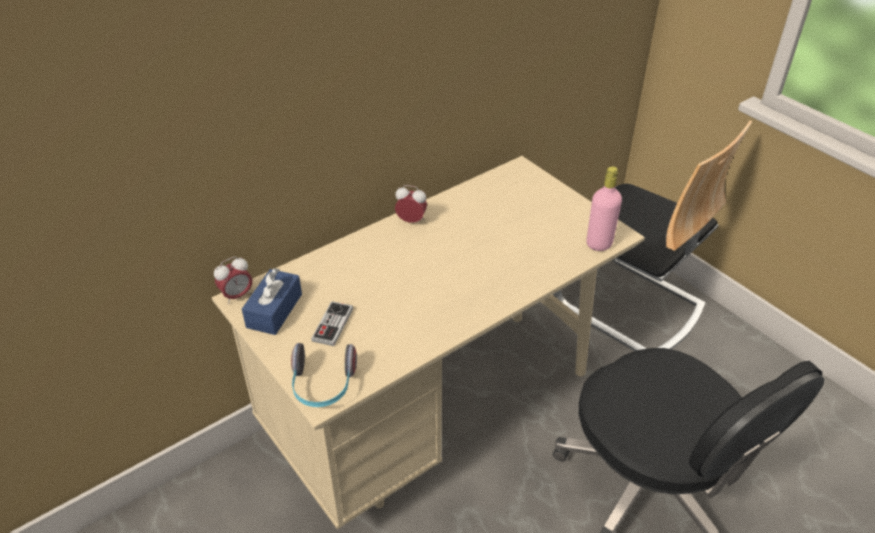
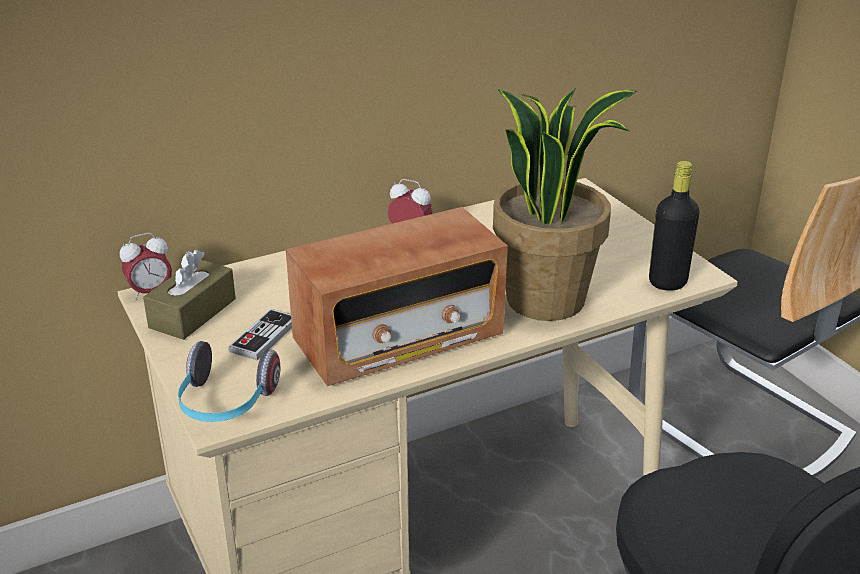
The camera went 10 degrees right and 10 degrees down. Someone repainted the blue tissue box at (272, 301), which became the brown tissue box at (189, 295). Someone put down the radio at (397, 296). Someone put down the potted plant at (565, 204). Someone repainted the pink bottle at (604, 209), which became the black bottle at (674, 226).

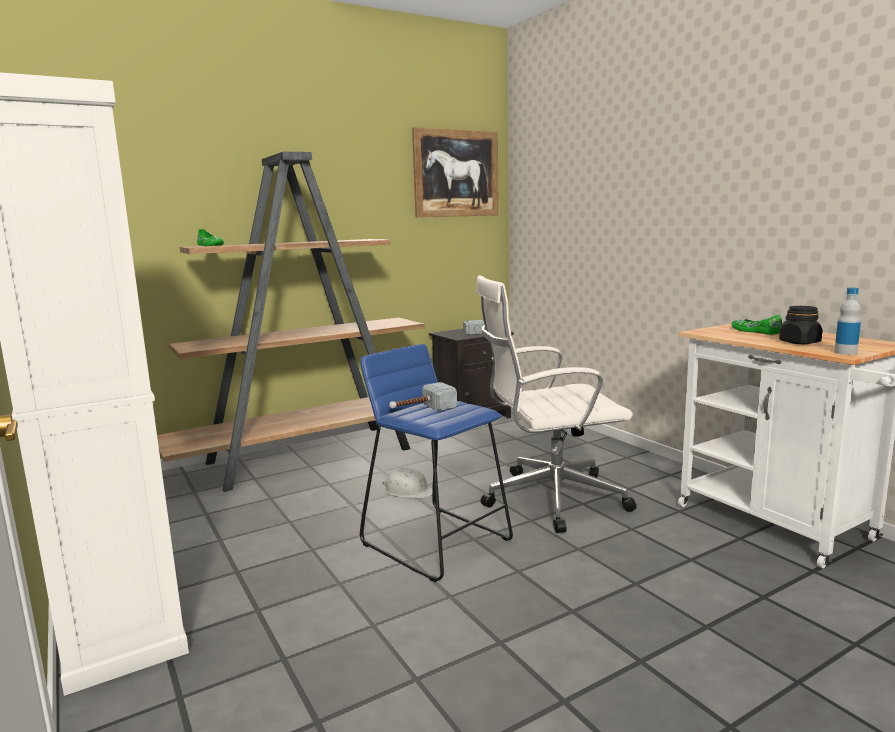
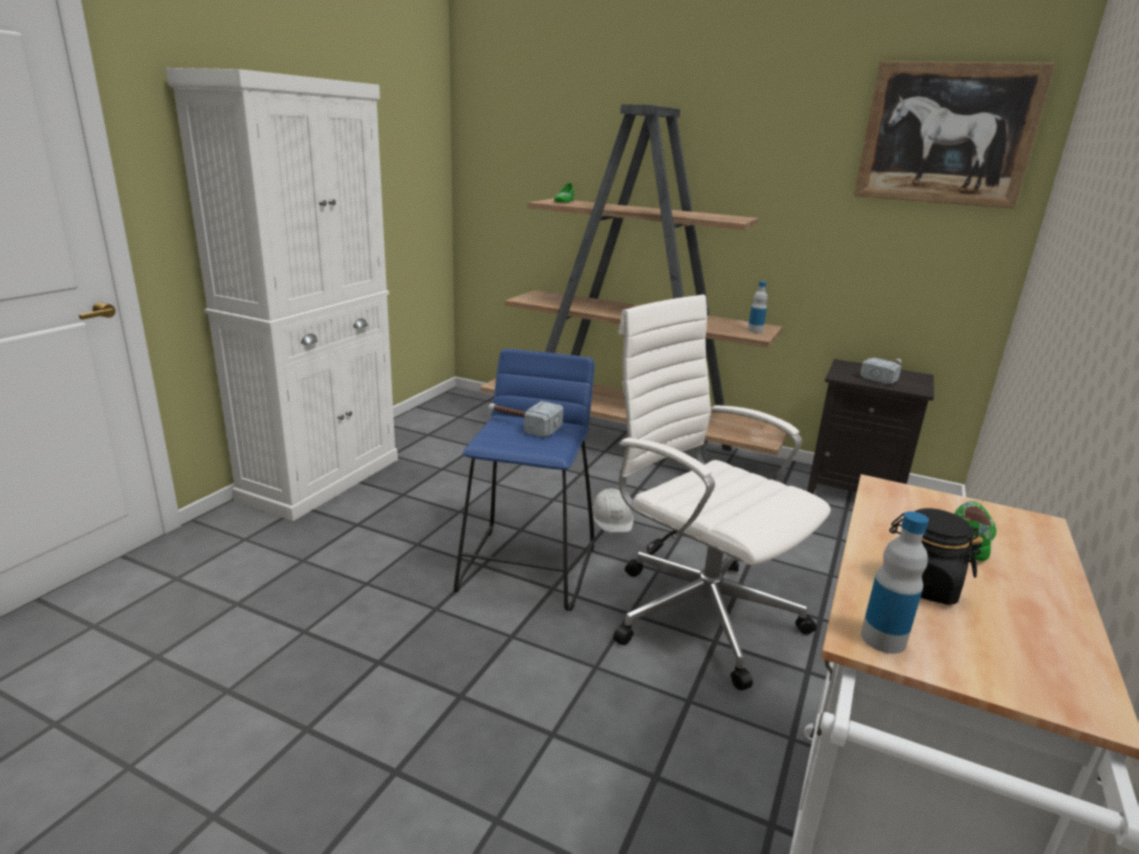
The camera went 55 degrees right and 10 degrees up. Someone put down the bottle at (757, 307).

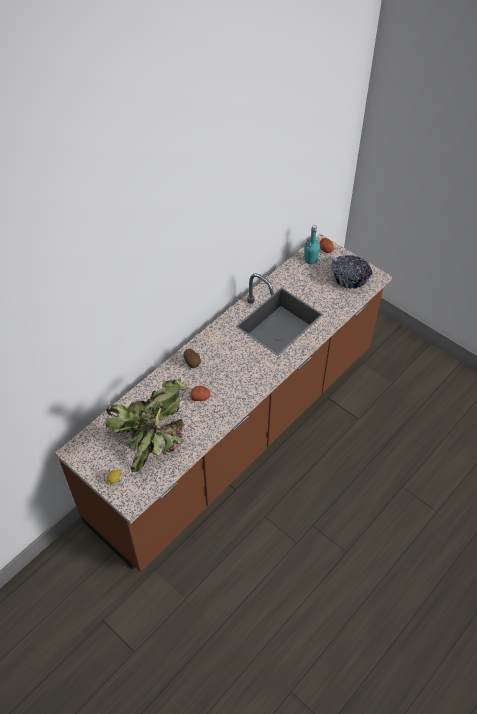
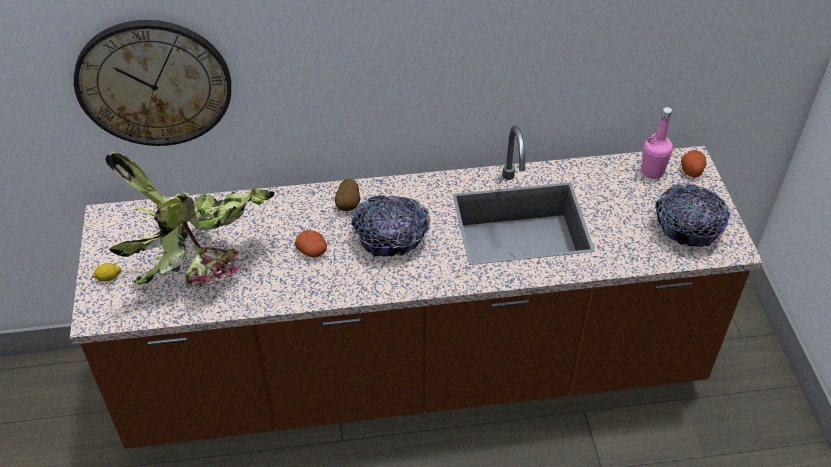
The camera went 40 degrees right and 5 degrees down. Someone put up the wall clock at (152, 83). Someone put down the bowl at (390, 226). Someone repainted the turquoise bottle at (312, 244), which became the pink bottle at (657, 143).

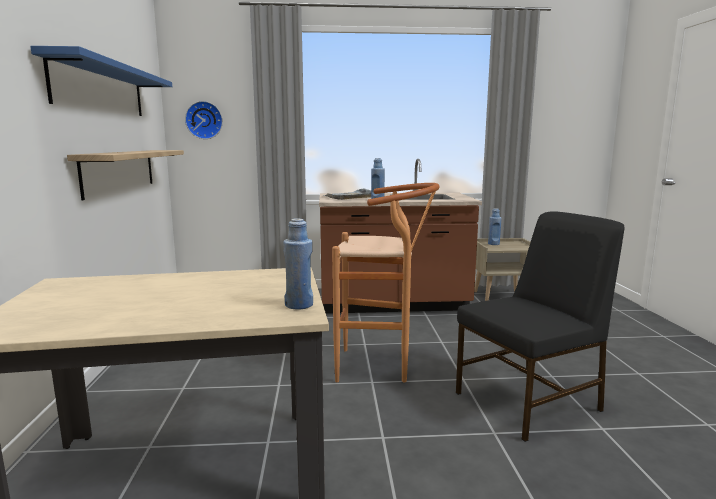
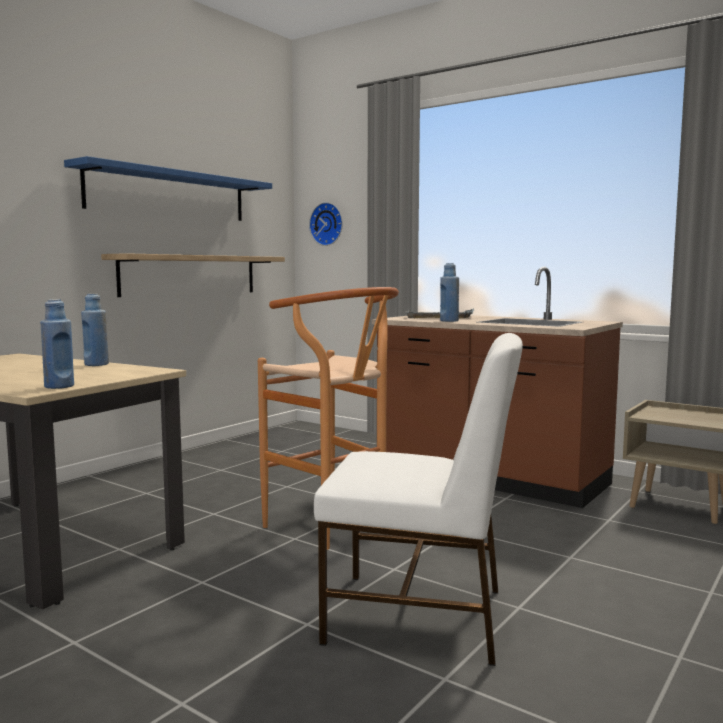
The camera went 40 degrees right and 5 degrees down. Someone carried the blue bottle from (495, 226) to (95, 330). Someone repainted the black chair at (540, 327), which became the white chair at (418, 499).

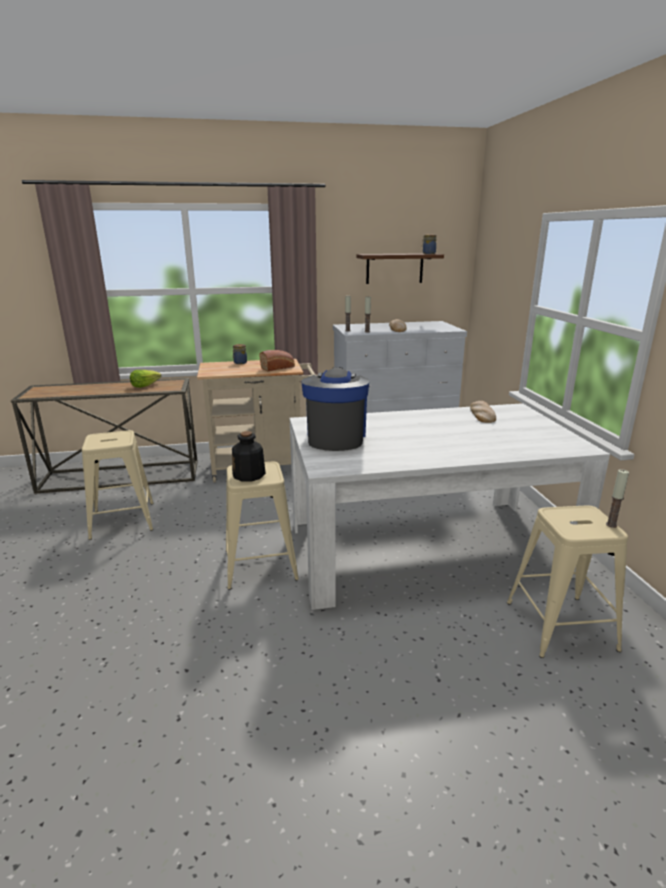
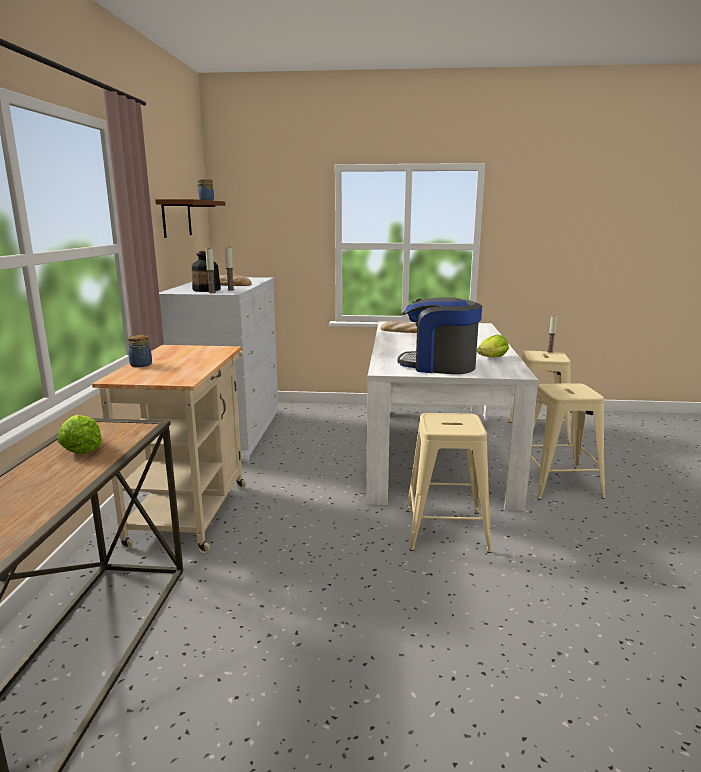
The camera went 75 degrees left and 5 degrees down. Someone carried the bottle from (249, 456) to (206, 271). Someone put down the lettuce at (493, 346). Someone carried the beige stool from (118, 485) to (568, 441). Someone took away the bread at (277, 360).

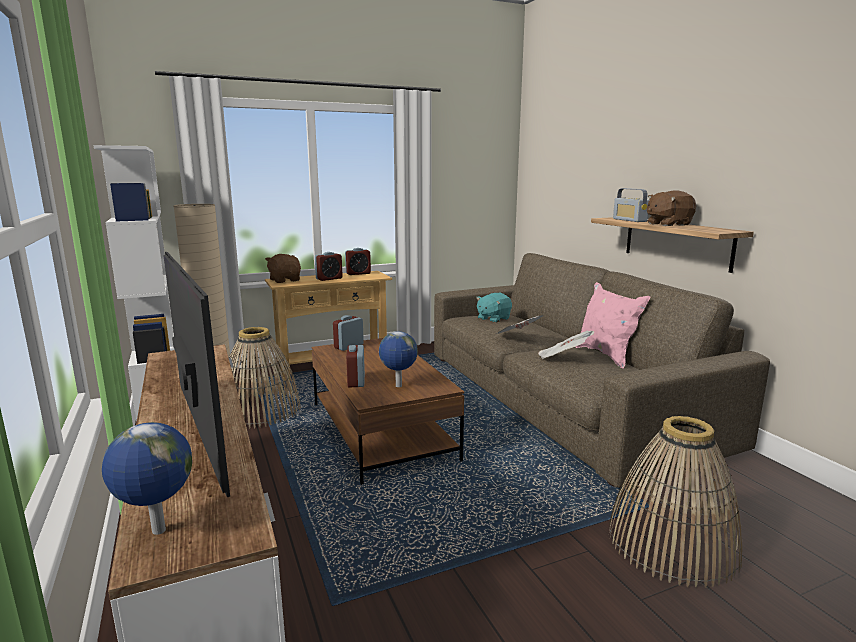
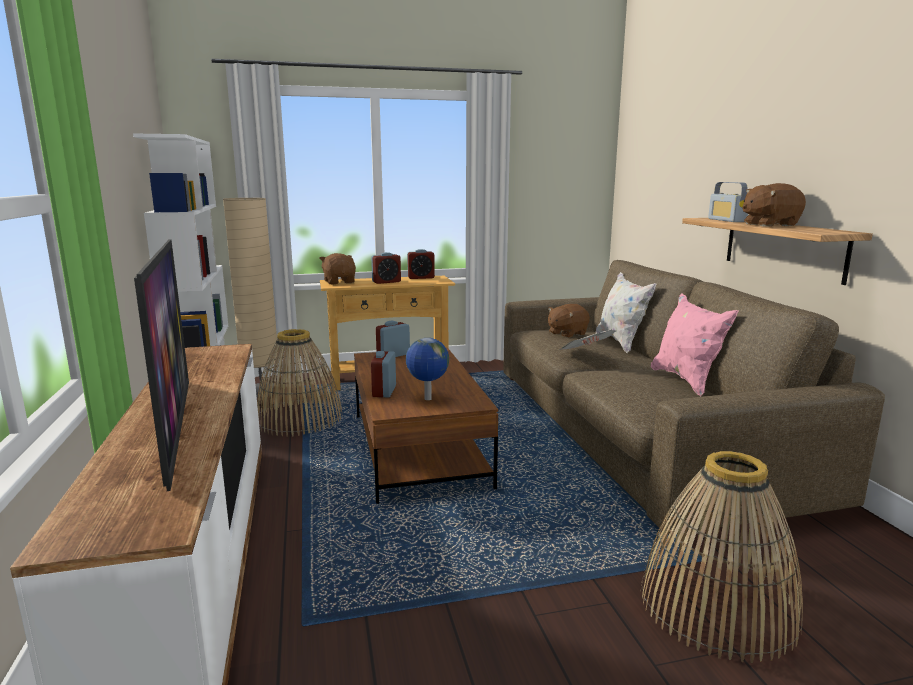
The camera went 10 degrees right and 0 degrees up. Someone repainted the turquoise plush toy at (494, 308), which became the brown plush toy at (569, 321). Someone put down the white pillow at (626, 312). Someone took away the globe at (147, 478). Someone took away the newspaper at (566, 344).

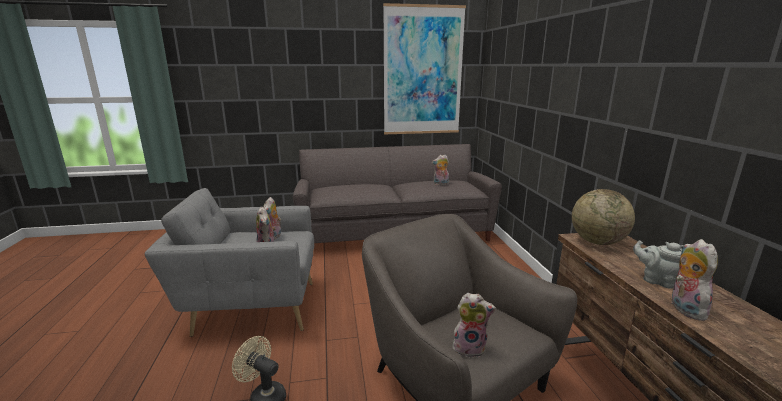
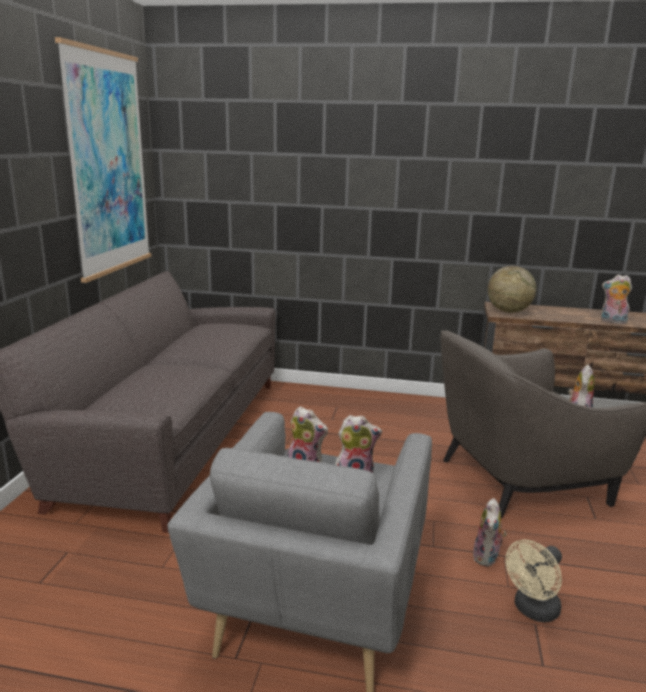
The camera went 70 degrees left and 0 degrees up. Someone carried the plush toy from (440, 170) to (490, 532). Someone took away the grey teapot at (658, 264).

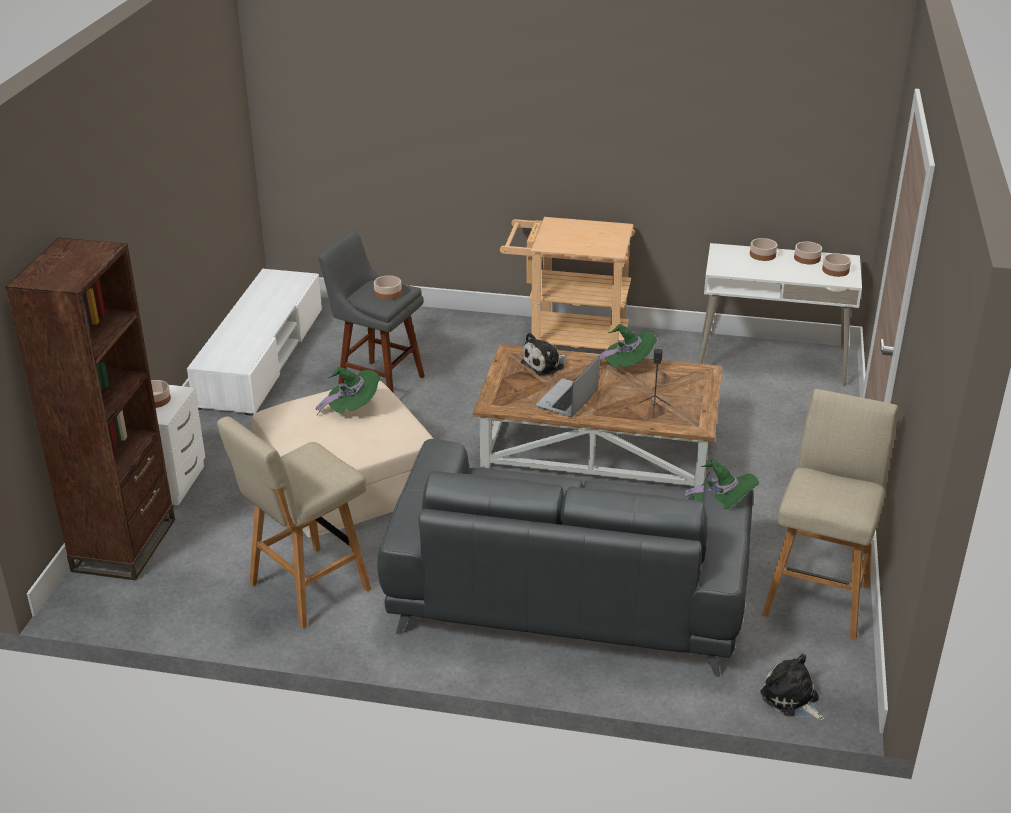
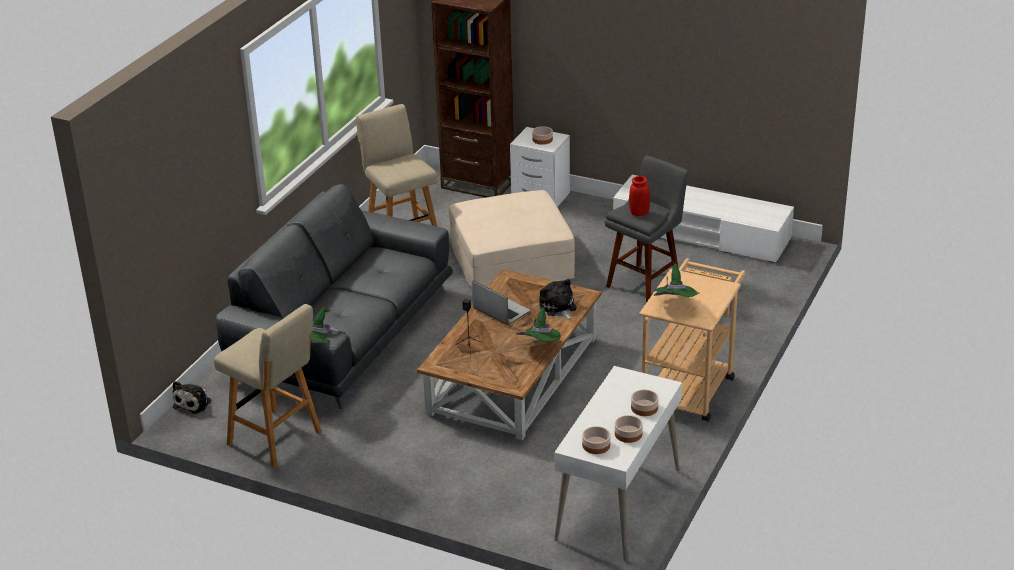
The camera went 105 degrees right and 0 degrees up. Someone rotated the plush toy at (792, 687) by 135 degrees clockwise. Someone swapped the bowl at (388, 288) for the red vase at (639, 196). Someone carried the green hat from (348, 391) to (676, 280).

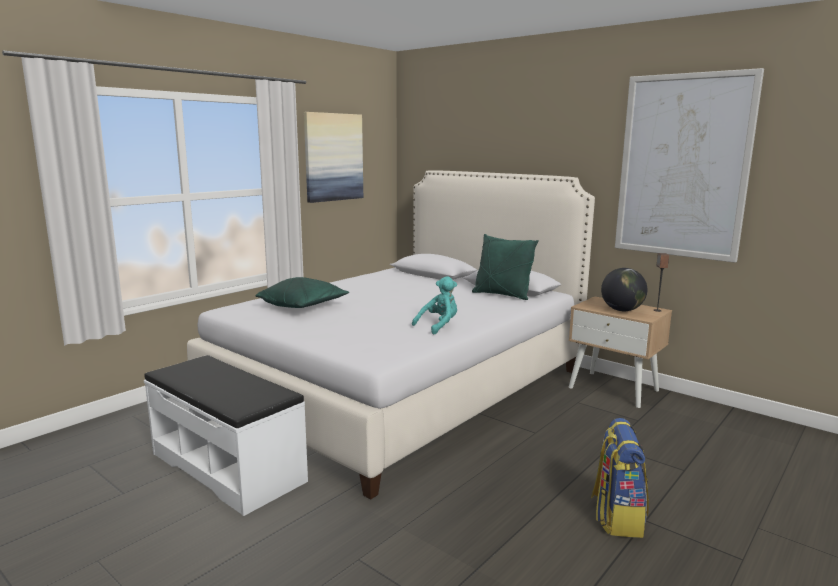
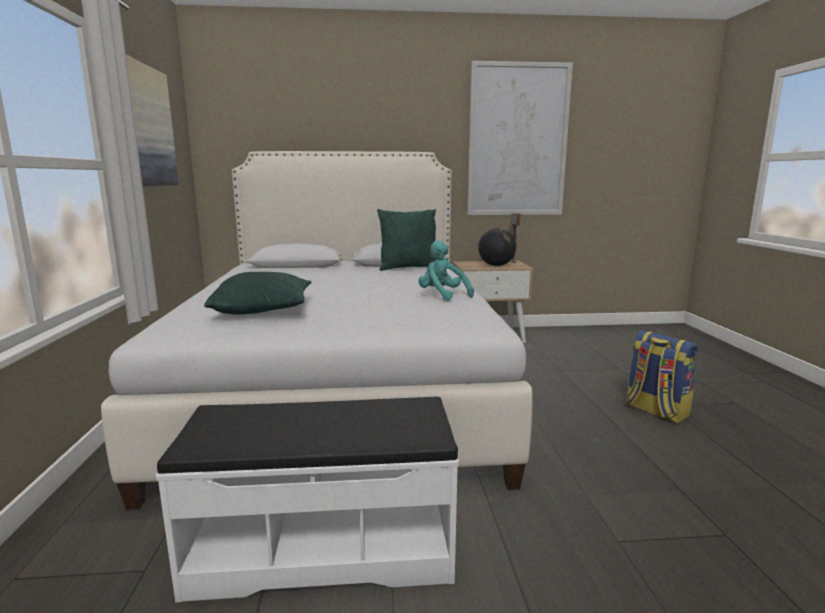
The camera went 45 degrees left and 0 degrees up. Someone rotated the turquoise plush toy at (434, 305) by 45 degrees counterclockwise.

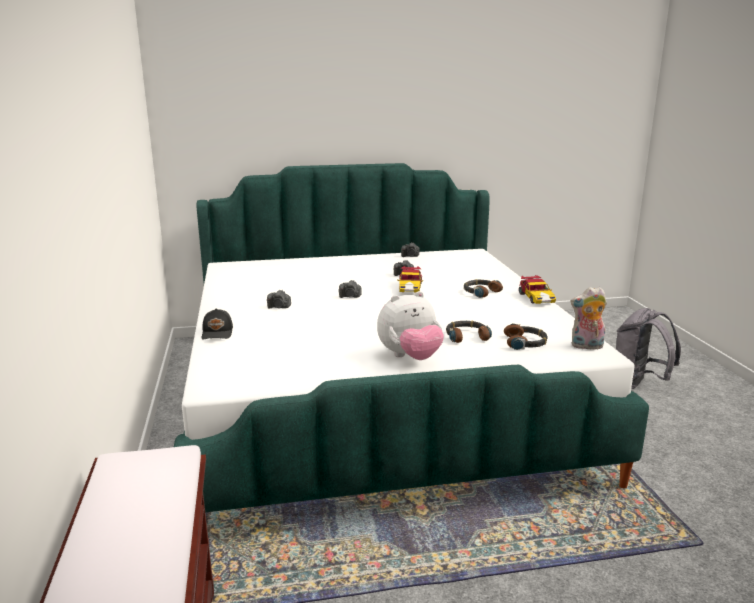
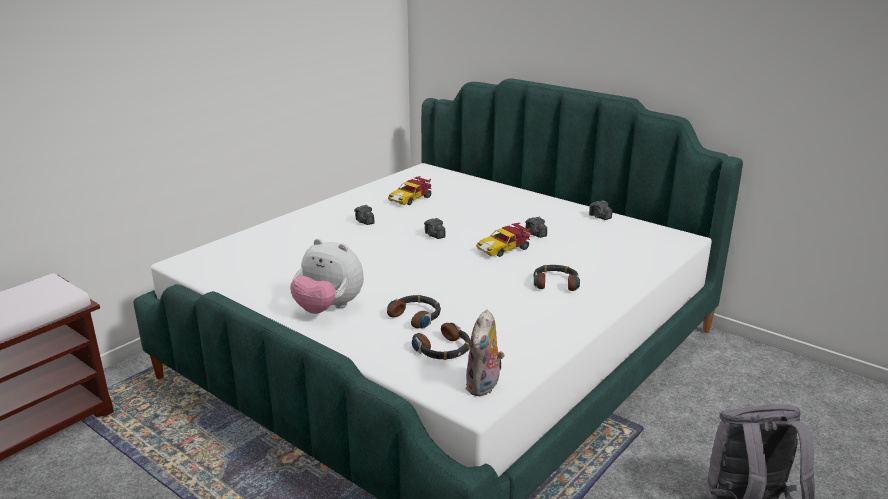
The camera went 50 degrees right and 5 degrees up. Someone carried the toy car from (537, 289) to (409, 190). Someone rotated the plush toy at (588, 318) by 120 degrees counterclockwise. Someone took away the black cap at (217, 324).

